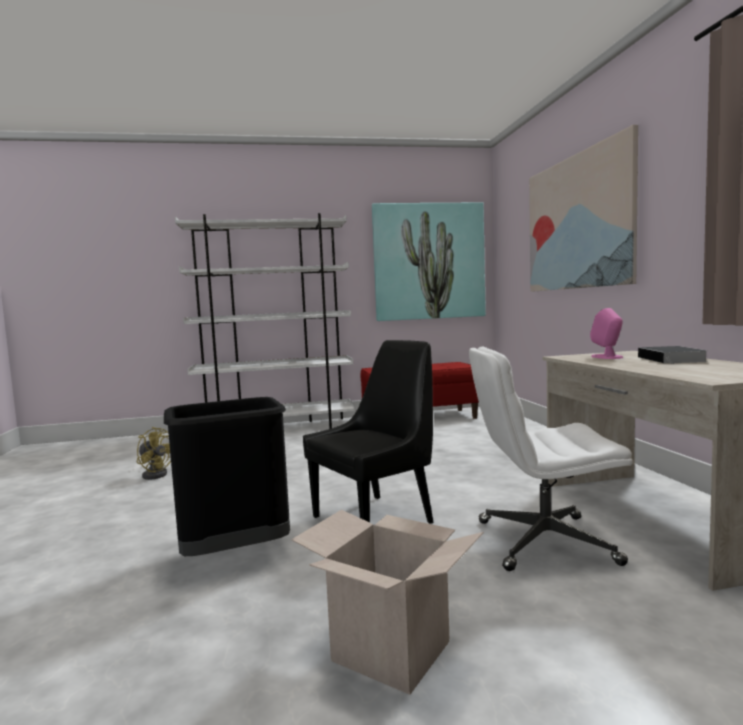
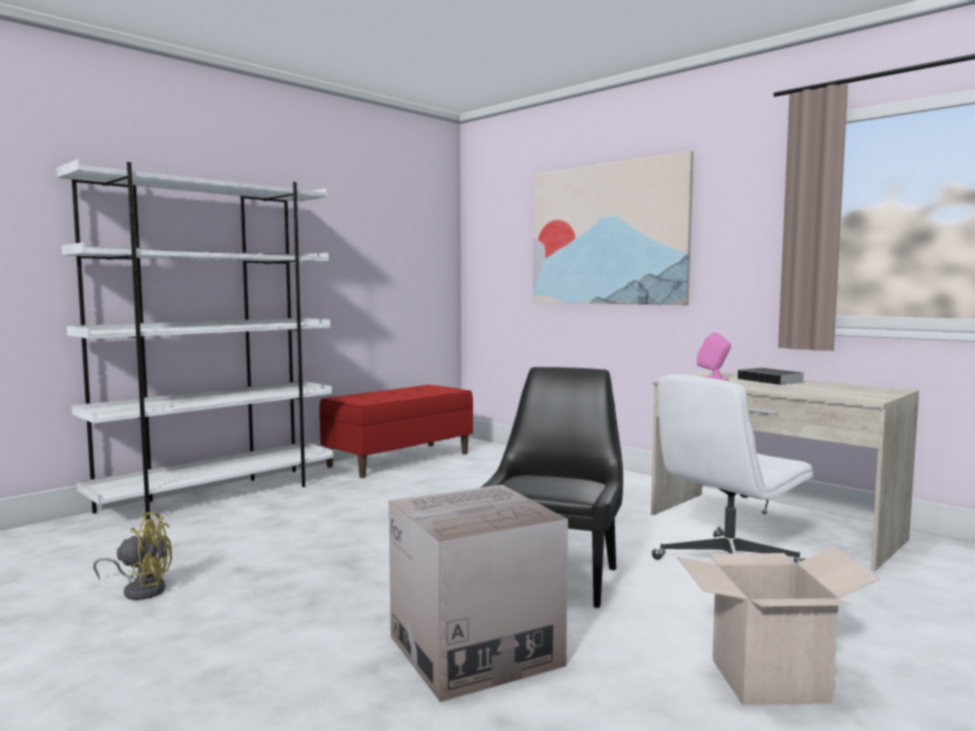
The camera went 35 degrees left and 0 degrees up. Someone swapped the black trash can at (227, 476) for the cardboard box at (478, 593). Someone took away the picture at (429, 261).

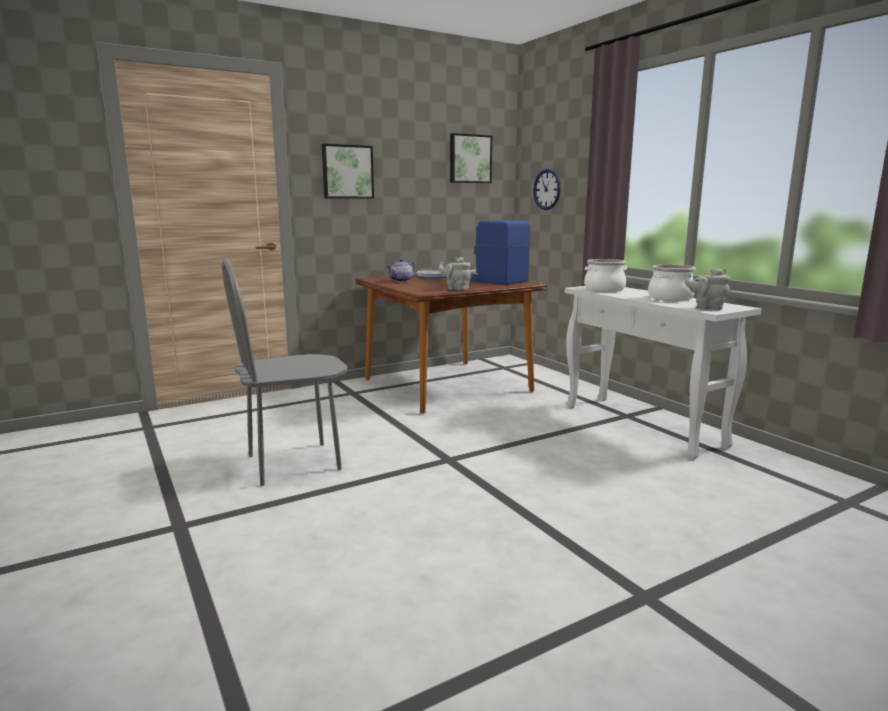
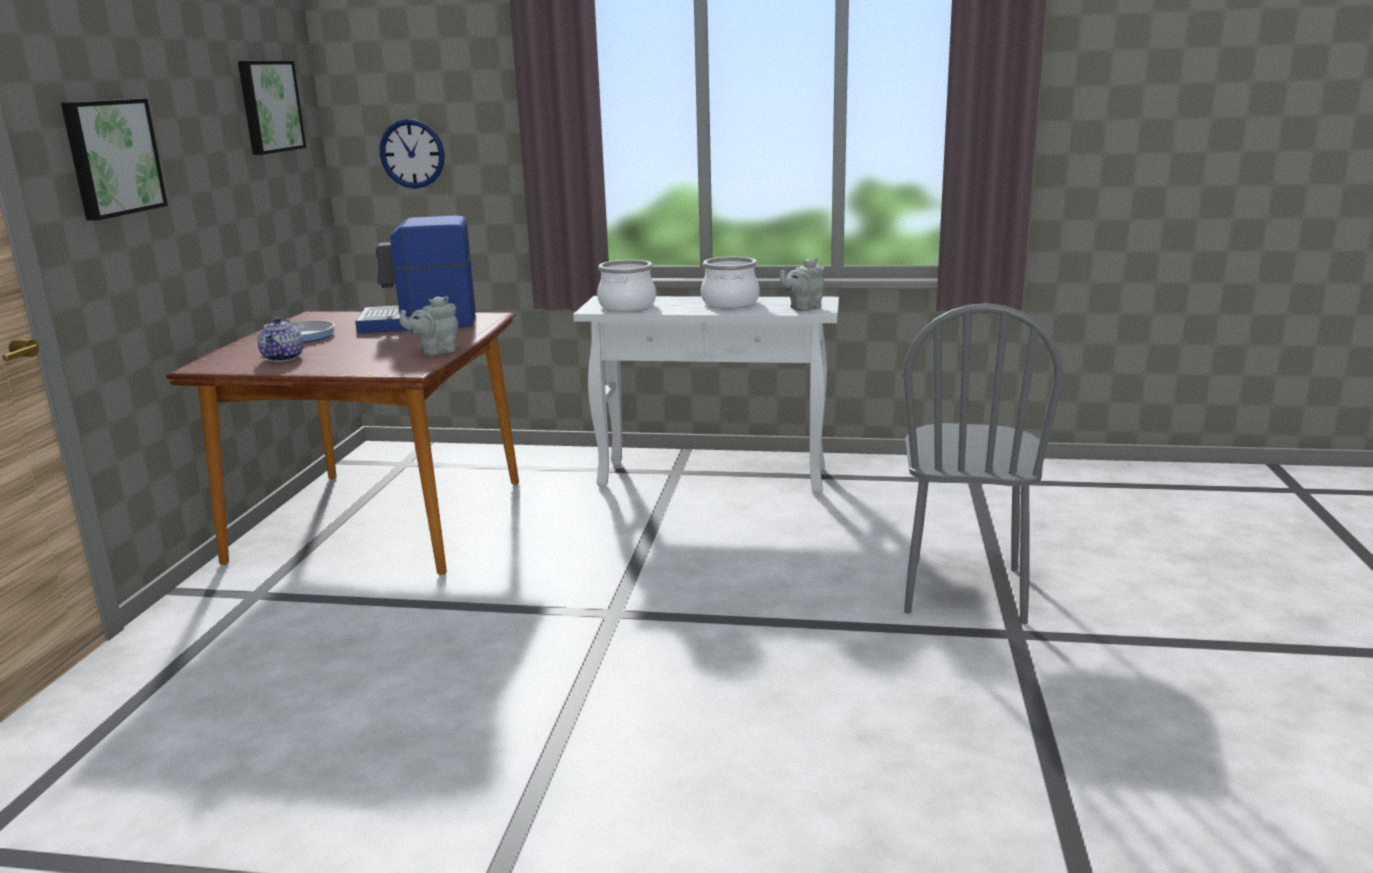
The camera went 50 degrees left and 5 degrees up. Someone carried the grey chair from (284, 372) to (983, 463).

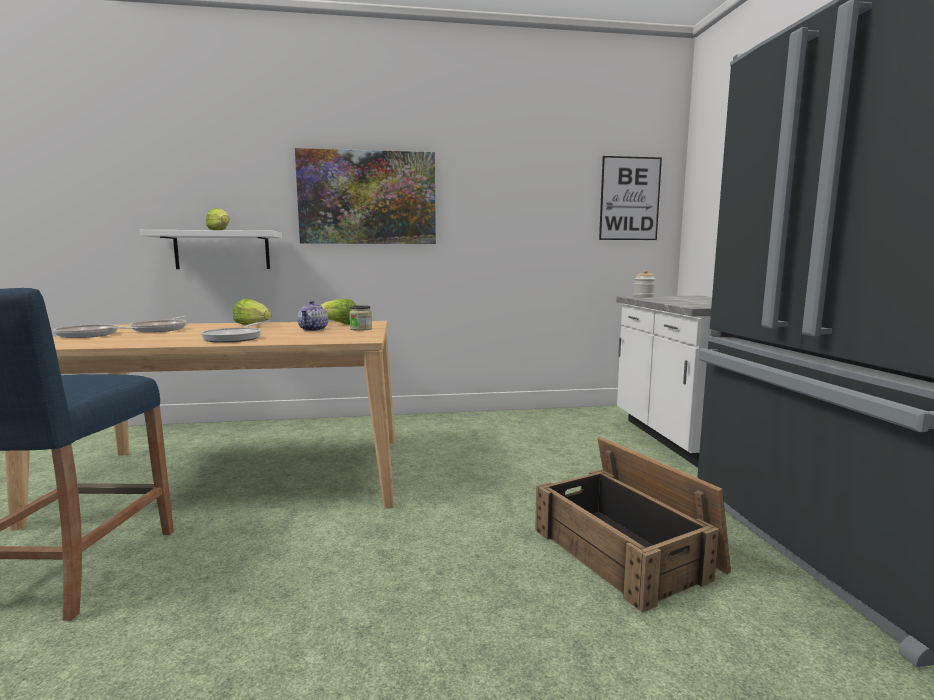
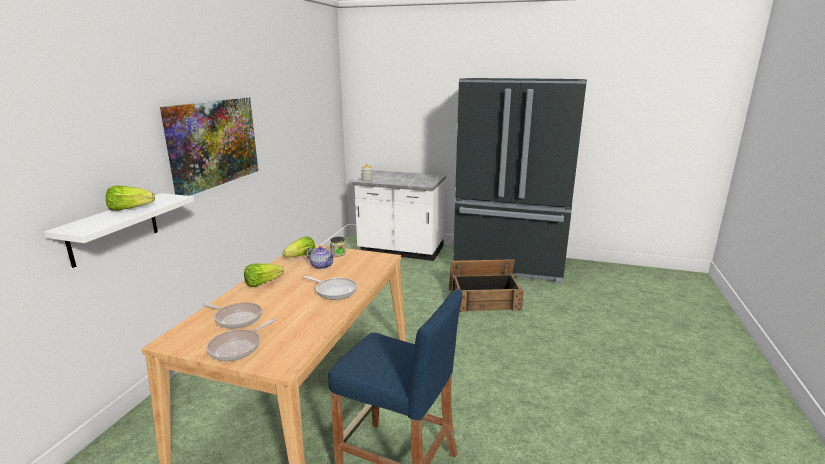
The camera went 65 degrees left and 10 degrees up. Someone took away the picture at (630, 198).

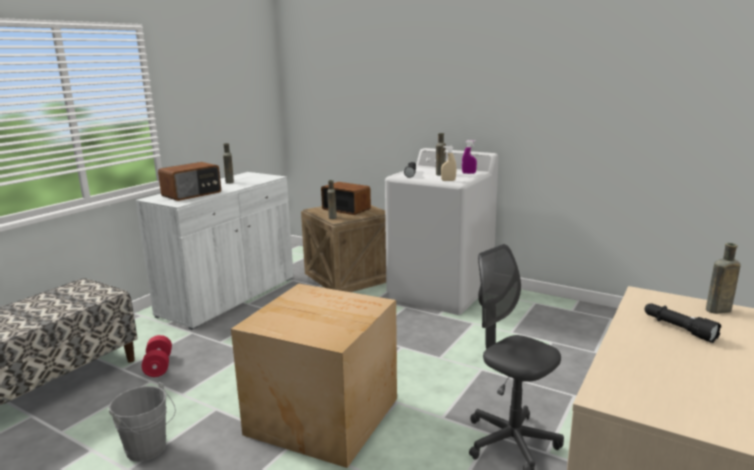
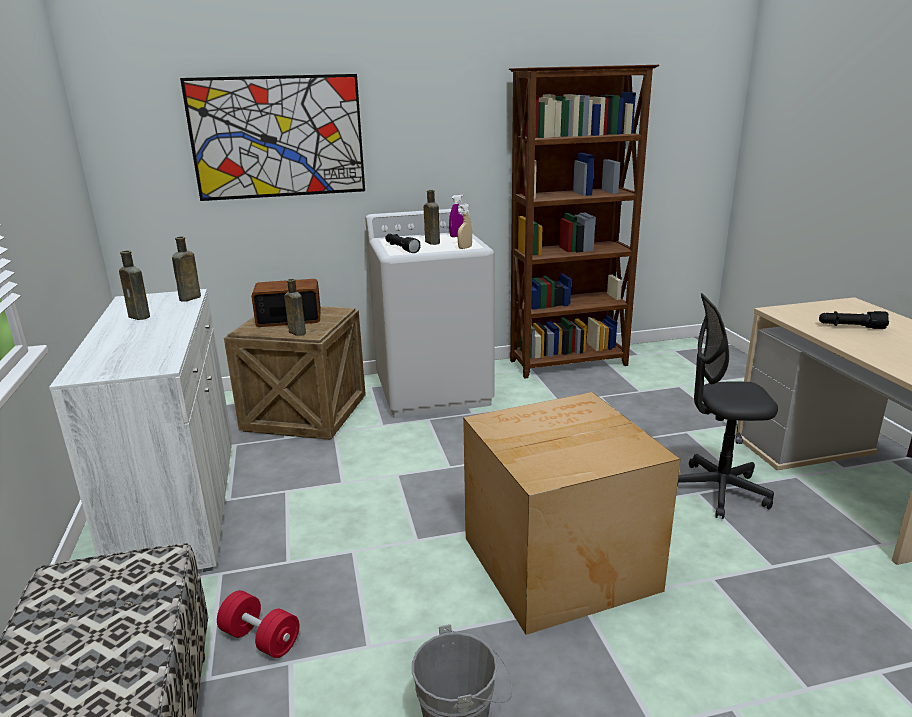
The camera went 45 degrees left and 5 degrees up. Someone carried the brown bottle from (723, 278) to (186, 269). Someone put up the picture at (272, 137). Someone put down the brown bookcase at (584, 221). Someone took away the radio at (189, 181).

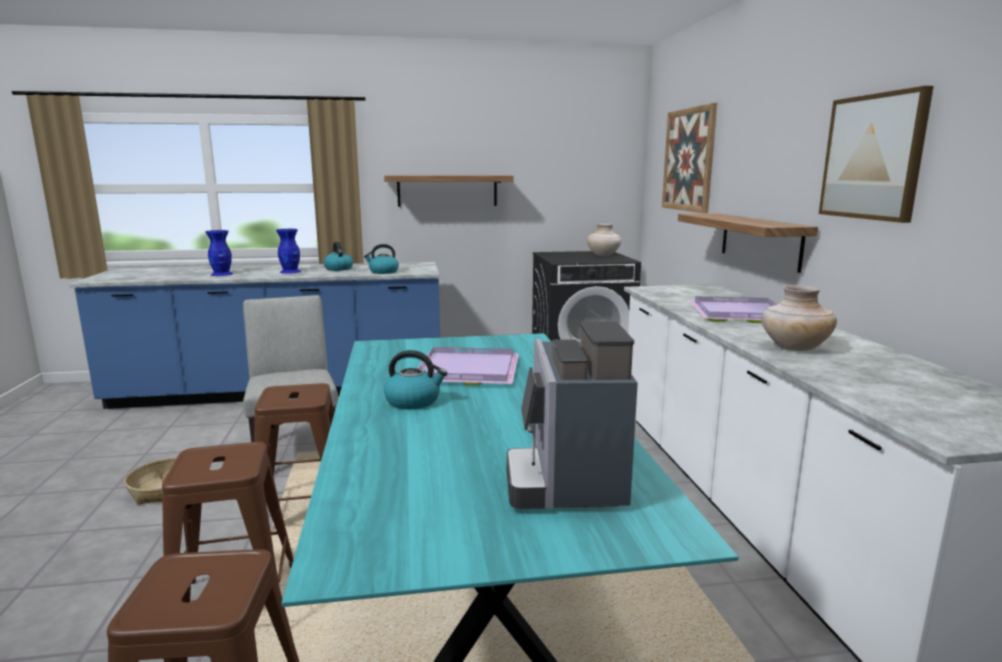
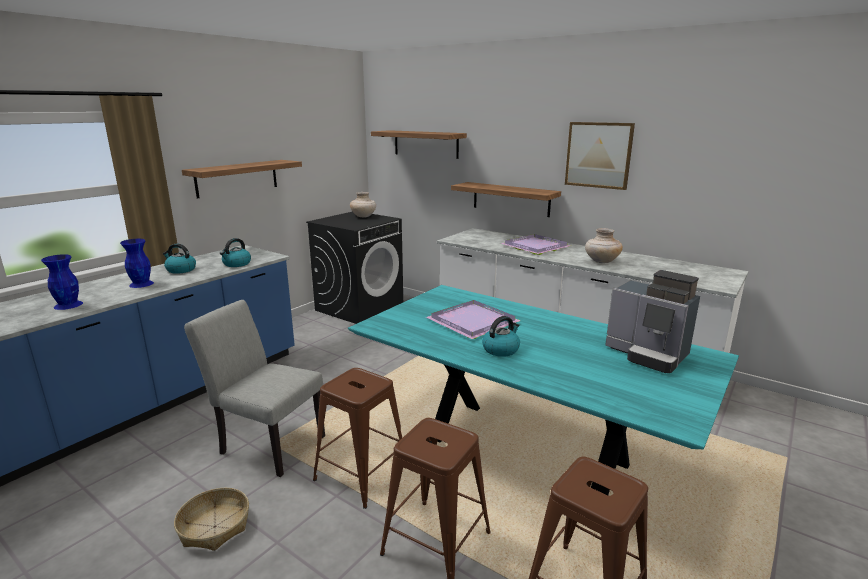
The camera went 45 degrees left and 5 degrees up. Someone swapped the picture at (689, 158) for the shelf at (419, 144).

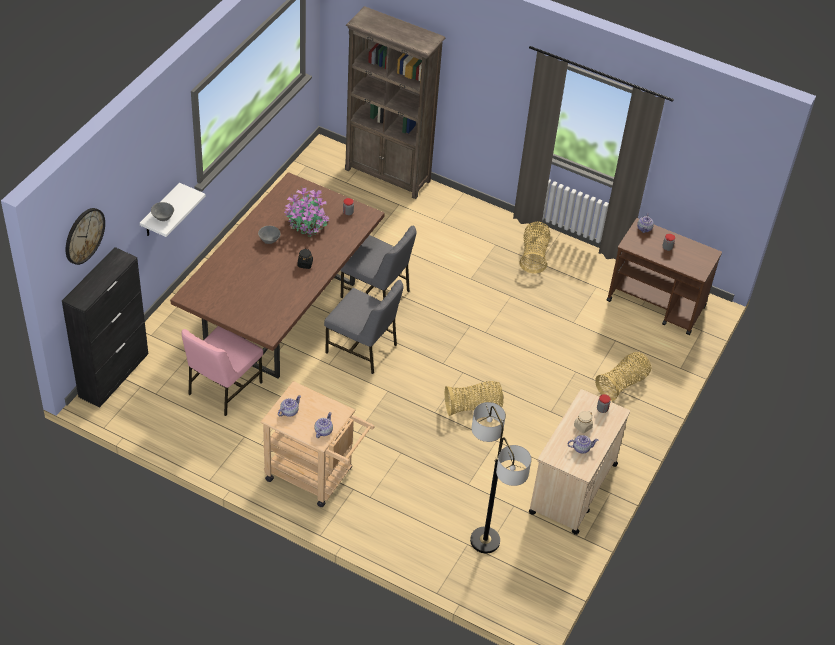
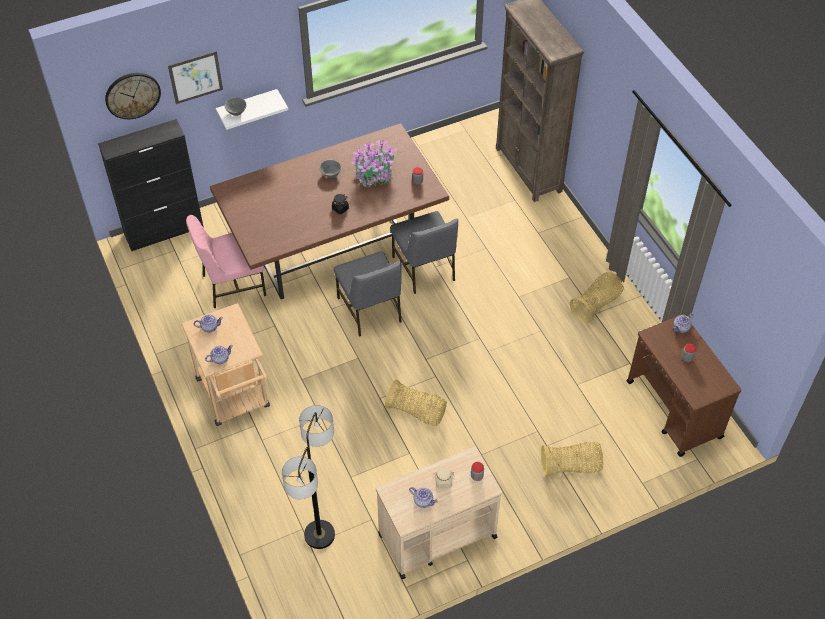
The camera went 40 degrees right and 5 degrees up. Someone put up the picture at (195, 77).

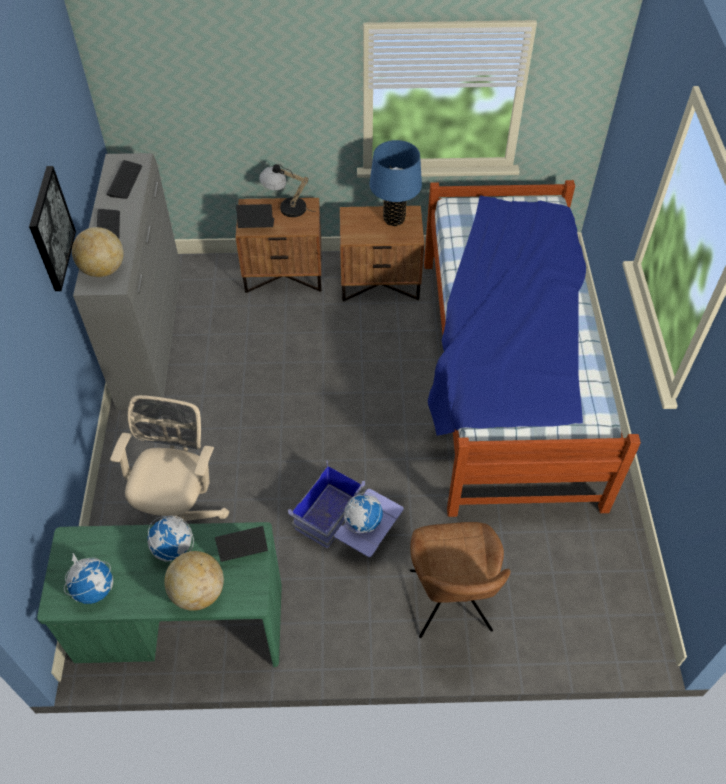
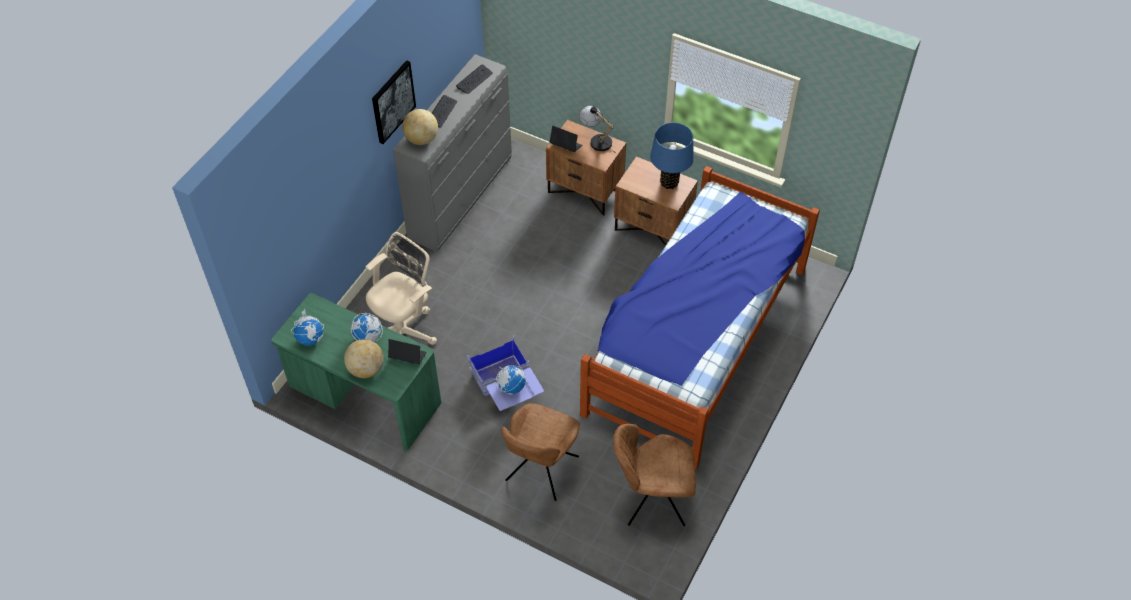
The camera went 30 degrees right and 0 degrees up. Someone put down the brown chair at (654, 475).

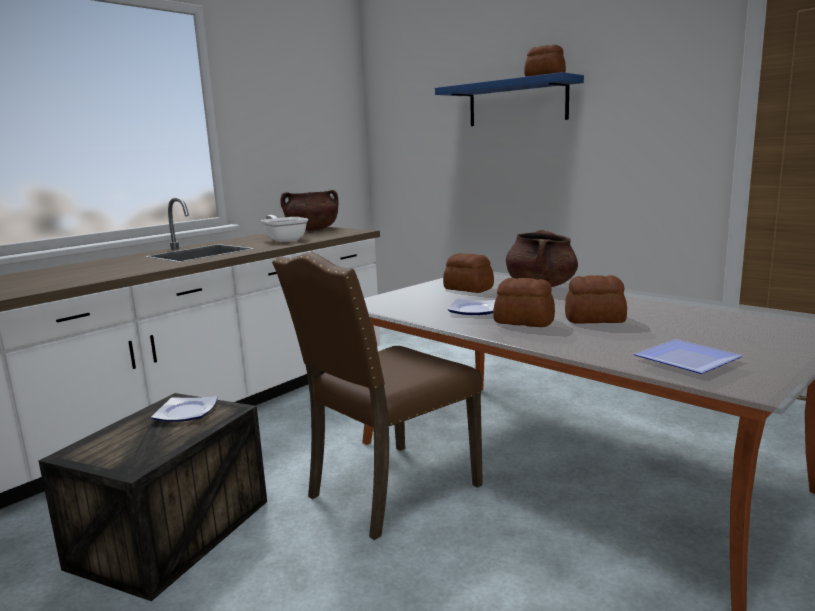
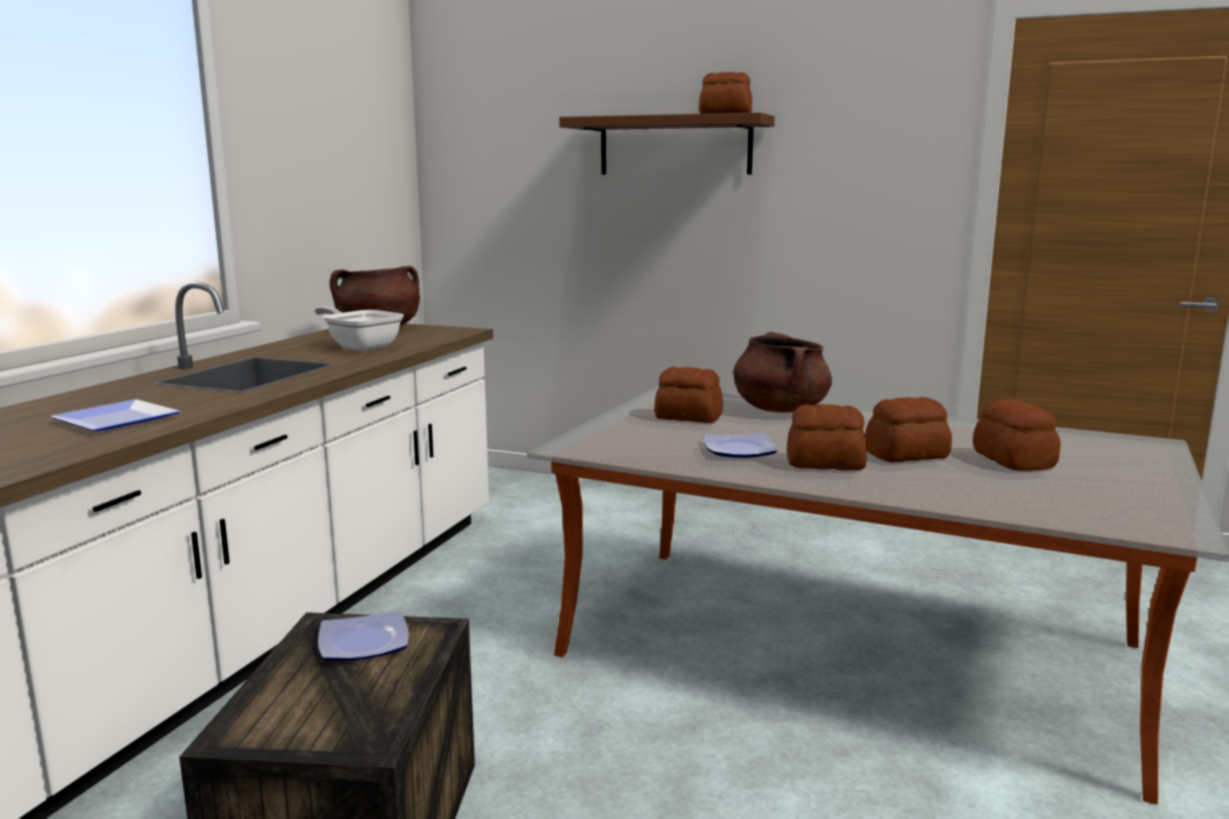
The camera went 20 degrees left and 0 degrees up. Someone carried the plate from (688, 356) to (115, 415). Someone repainted the blue shelf at (509, 99), which became the brown shelf at (667, 143). Someone put down the bread at (1017, 435). Someone took away the brown chair at (377, 396).

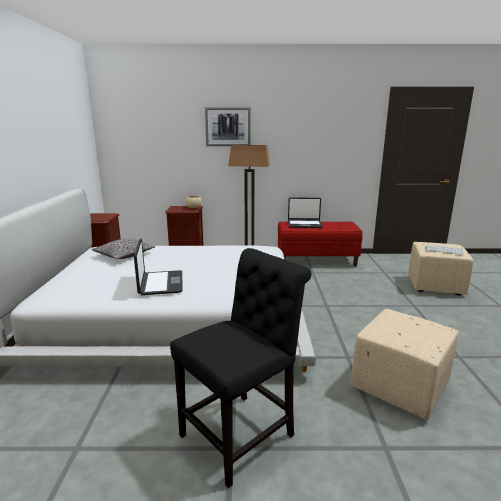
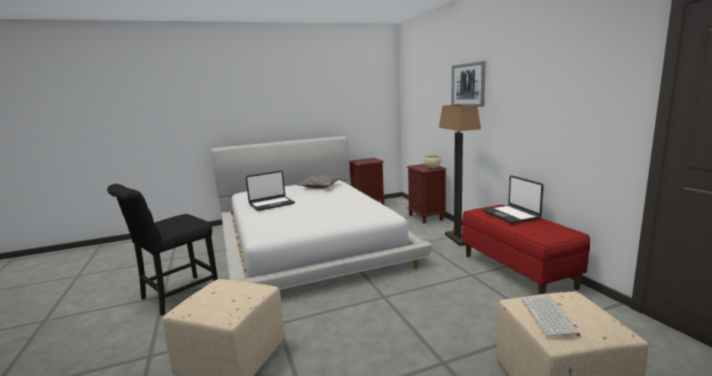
The camera went 70 degrees right and 5 degrees down. Someone rotated the black chair at (240, 368) by 105 degrees clockwise.

